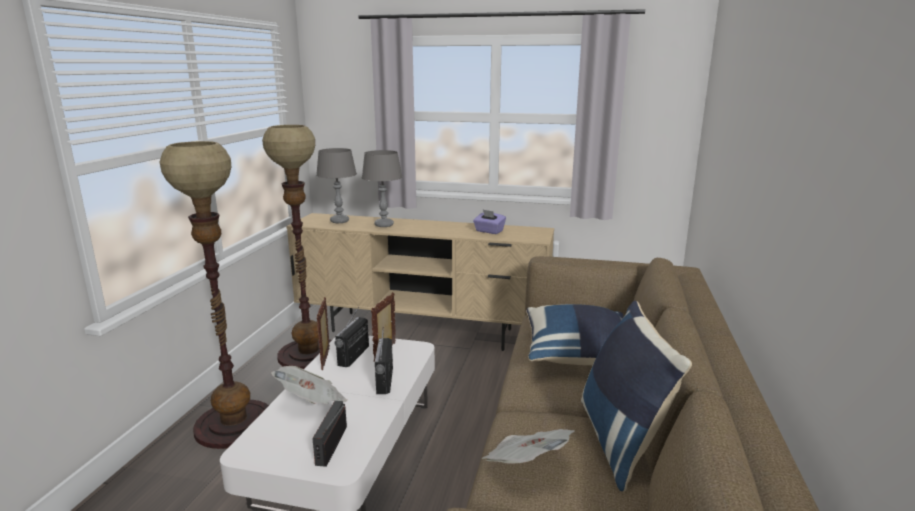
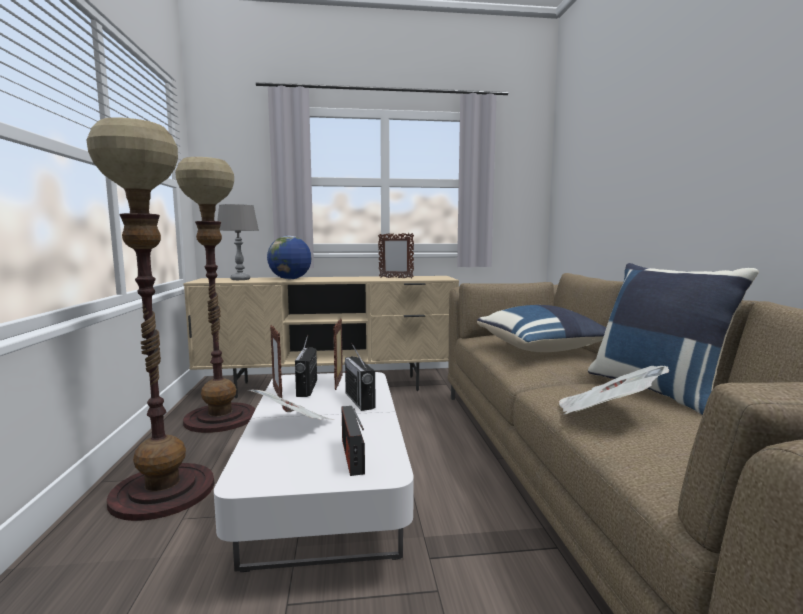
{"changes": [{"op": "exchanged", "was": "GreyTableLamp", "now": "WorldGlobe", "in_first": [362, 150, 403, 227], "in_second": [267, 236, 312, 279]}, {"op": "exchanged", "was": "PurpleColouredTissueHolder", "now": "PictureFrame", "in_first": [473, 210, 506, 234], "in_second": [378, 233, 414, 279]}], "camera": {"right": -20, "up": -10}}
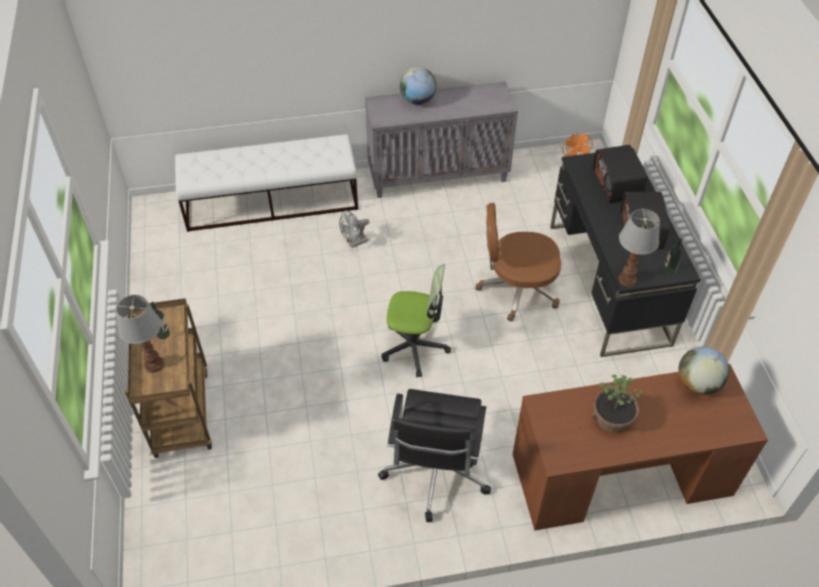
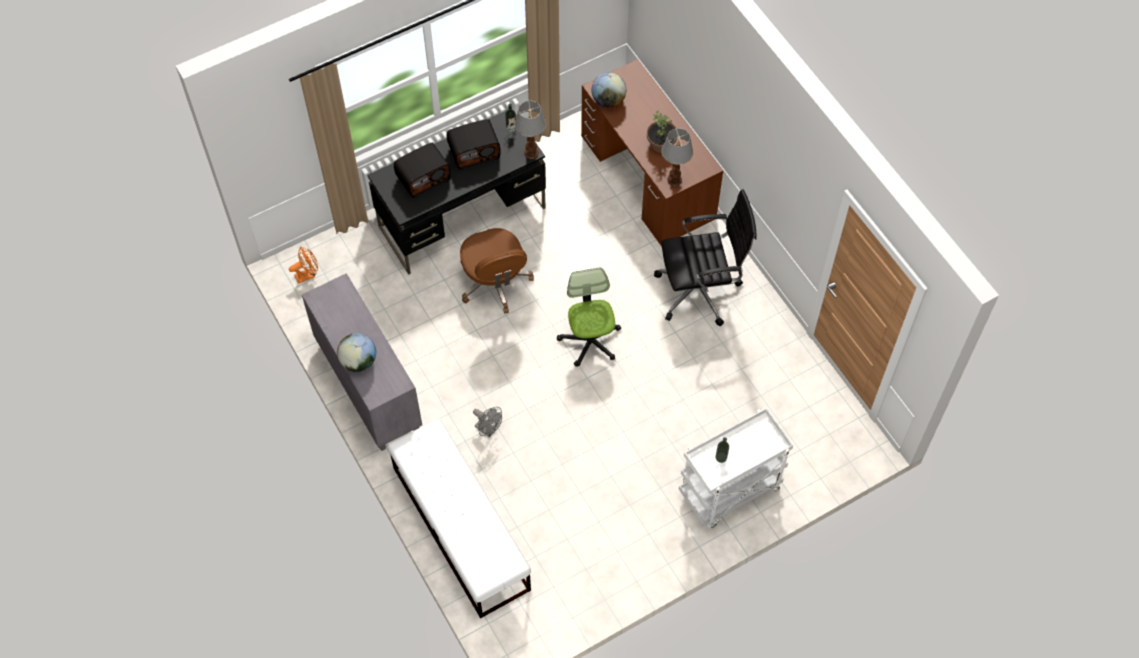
{"changes": [{"op": "relocated", "was": "TableLamp", "in_first": [116, 295, 164, 373], "in_second": [661, 128, 693, 186]}, {"op": "colour", "was": "BrownColouredWheeledCart", "now": "WhitishWheeledCart", "in_first": [125, 298, 212, 458], "in_second": [679, 408, 793, 528]}], "camera": {"right": -110, "up": 10}}
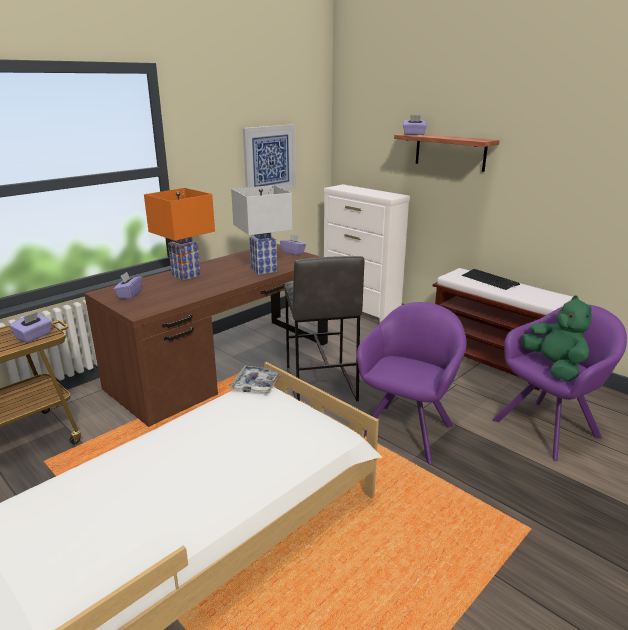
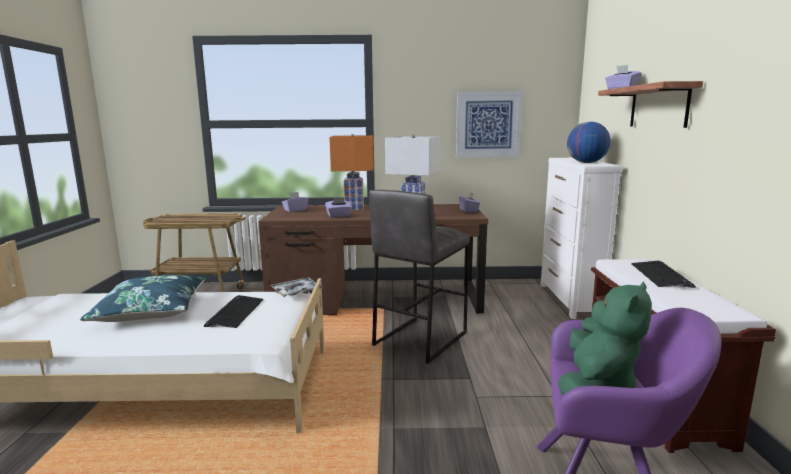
{"changes": [{"op": "missing", "was": "PurpleColouredEasyChair", "in_first": [357, 302, 467, 465]}, {"op": "appeared", "now": "BluePillow", "in_second": [80, 275, 205, 322]}, {"op": "appeared", "now": "PcKeyboard", "in_second": [204, 295, 264, 328]}, {"op": "appeared", "now": "WorldGlobe", "in_second": [567, 122, 611, 163]}, {"op": "relocated", "was": "PurpleColouredTissueHolder", "in_first": [10, 312, 52, 343], "in_second": [325, 197, 352, 218]}], "camera": {"right": 45, "up": -10}}
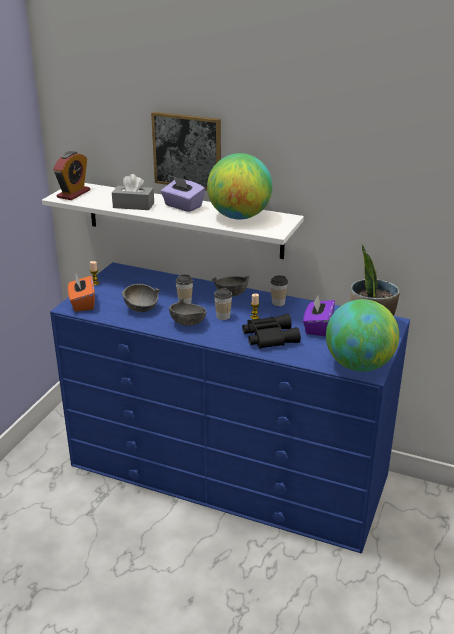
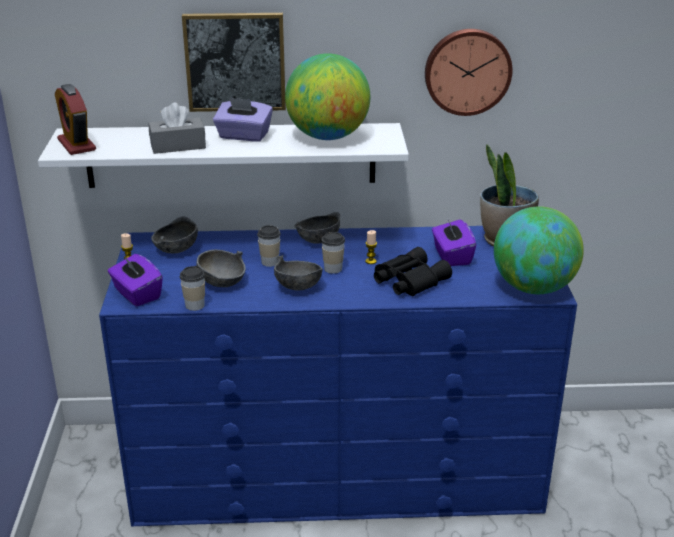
{"changes": [{"op": "appeared", "now": "GreyDeepDish", "in_second": [151, 216, 198, 253]}, {"op": "appeared", "now": "HangingClock", "in_second": [425, 29, 512, 116]}, {"op": "relocated", "was": "DrinkingCup", "in_first": [270, 275, 288, 306], "in_second": [180, 266, 205, 311]}, {"op": "colour", "was": "OrangeyTissueHolder", "now": "PurpleColouredTissueHolder", "in_first": [68, 274, 95, 312], "in_second": [108, 254, 163, 307]}, {"op": "spun", "was": "BedsideClock", "in_first": [53, 151, 90, 200], "in_second": [55, 84, 96, 155], "clockwise": 150}], "camera": {"right": -25, "up": 0}}
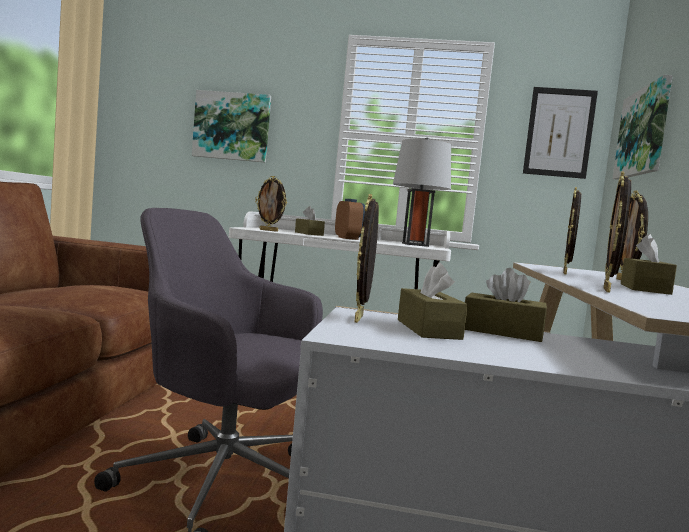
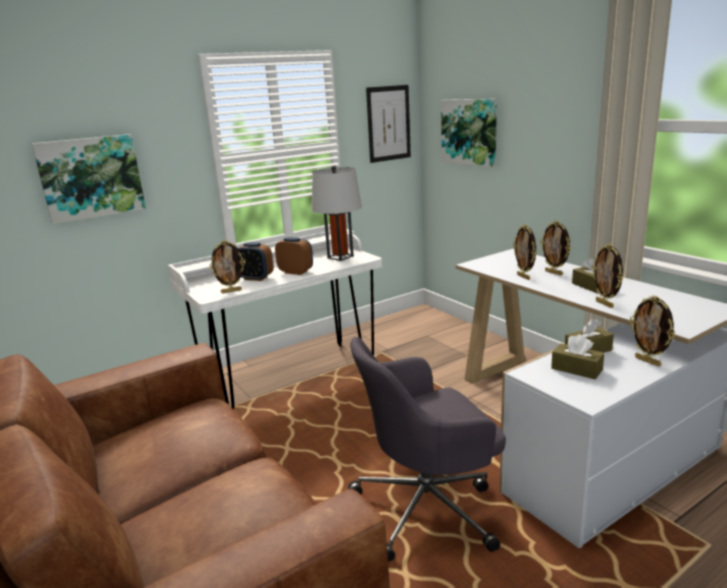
{"changes": [{"op": "relocated", "was": "PictureFrame", "in_first": [354, 194, 379, 323], "in_second": [630, 295, 675, 367]}, {"op": "exchanged", "was": "BrownColouredTissueHolder", "now": "BedsideClock", "in_first": [295, 206, 325, 236], "in_second": [238, 242, 274, 281]}], "camera": {"right": -40, "up": 15}}
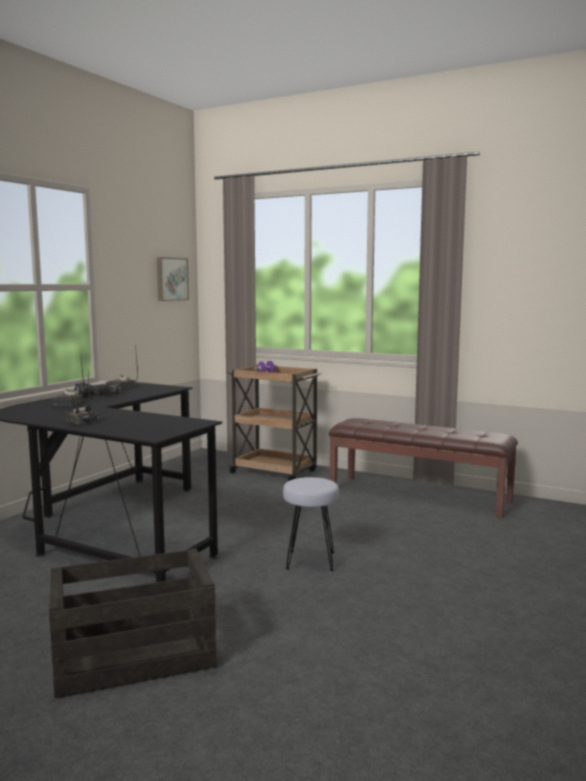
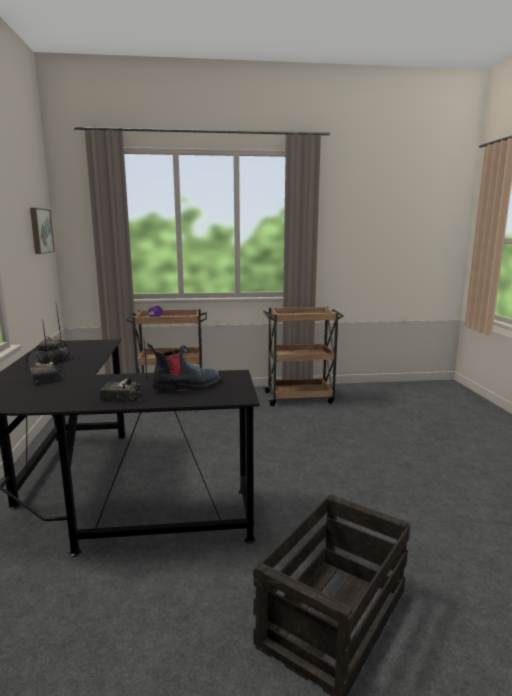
{"changes": [{"op": "missing", "was": "GreyStoolSeat", "in_first": [283, 477, 339, 571]}, {"op": "appeared", "now": "Boot", "in_second": [147, 343, 220, 391]}, {"op": "exchanged", "was": "BrownColouredLongSeat", "now": "BrownColouredWheeledCart", "in_first": [329, 418, 518, 519], "in_second": [263, 307, 344, 406]}], "camera": {"right": -35, "up": 5}}
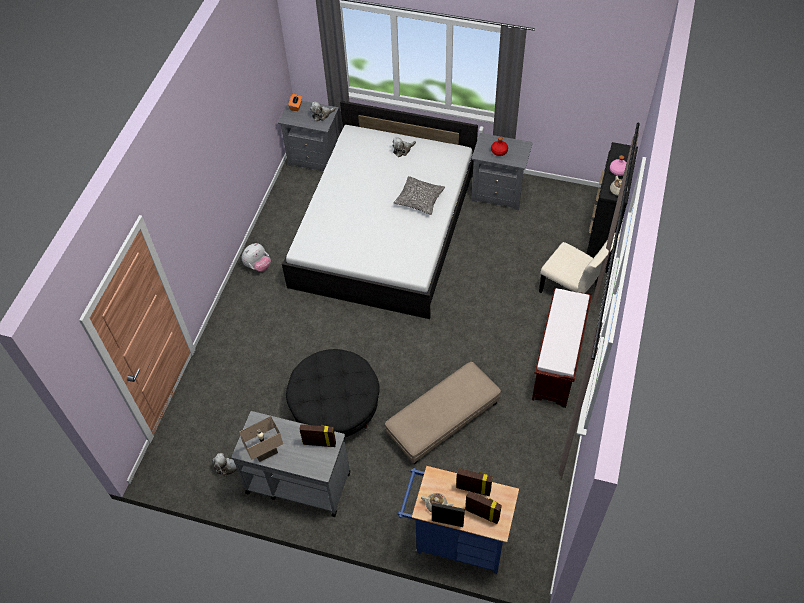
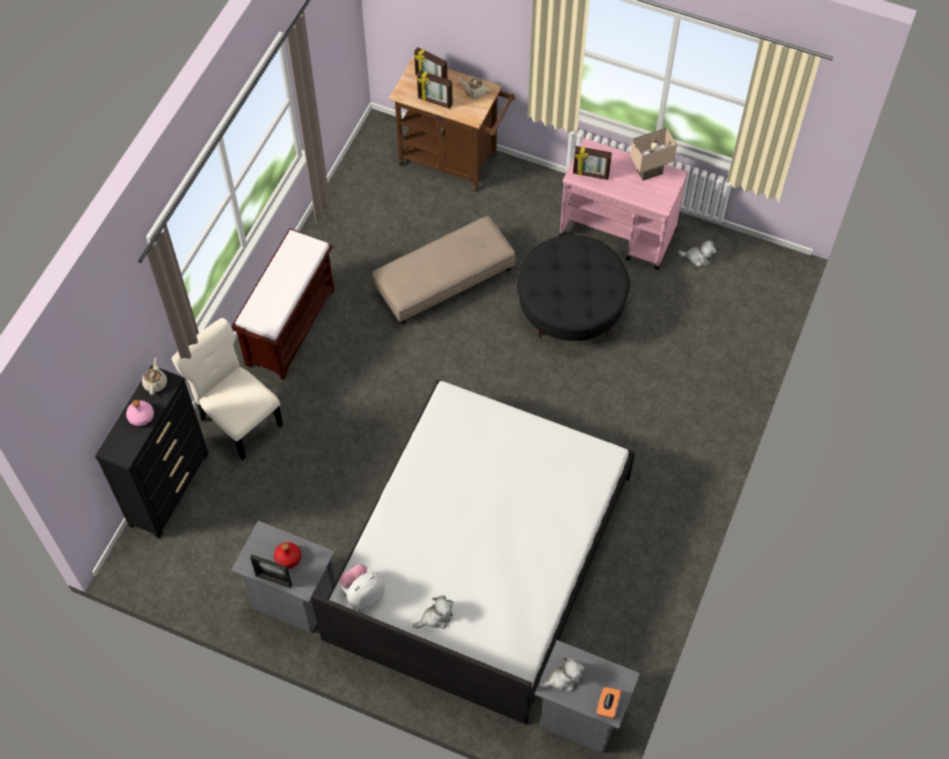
{"changes": [{"op": "missing", "was": "Pillow", "in_first": [394, 176, 445, 215]}, {"op": "relocated", "was": "CuddlyToy", "in_first": [242, 243, 271, 272], "in_second": [339, 564, 385, 609]}, {"op": "relocated", "was": "PictureFrame", "in_first": [432, 502, 465, 527], "in_second": [250, 554, 292, 588]}, {"op": "colour", "was": "GreyWheeledCart", "now": "PinkishWheeledCart", "in_first": [231, 411, 351, 517], "in_second": [559, 138, 688, 270]}, {"op": "colour", "was": "BlueWheeledCart", "now": "BrownColouredWheeledCart", "in_first": [398, 466, 519, 574], "in_second": [389, 57, 515, 191]}], "camera": {"right": -175, "up": 5}}
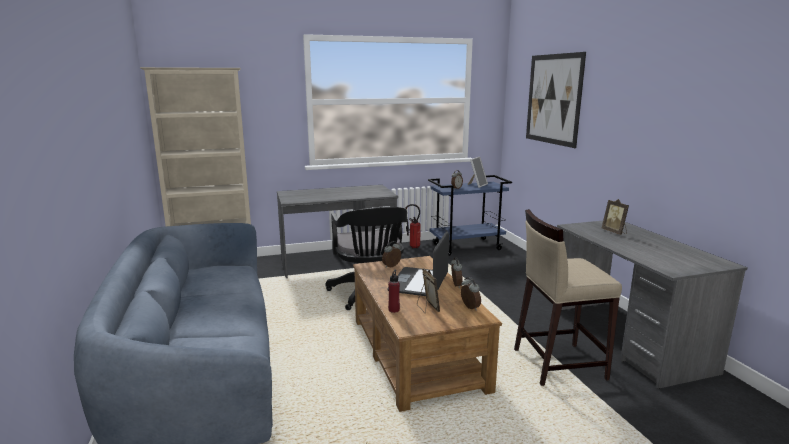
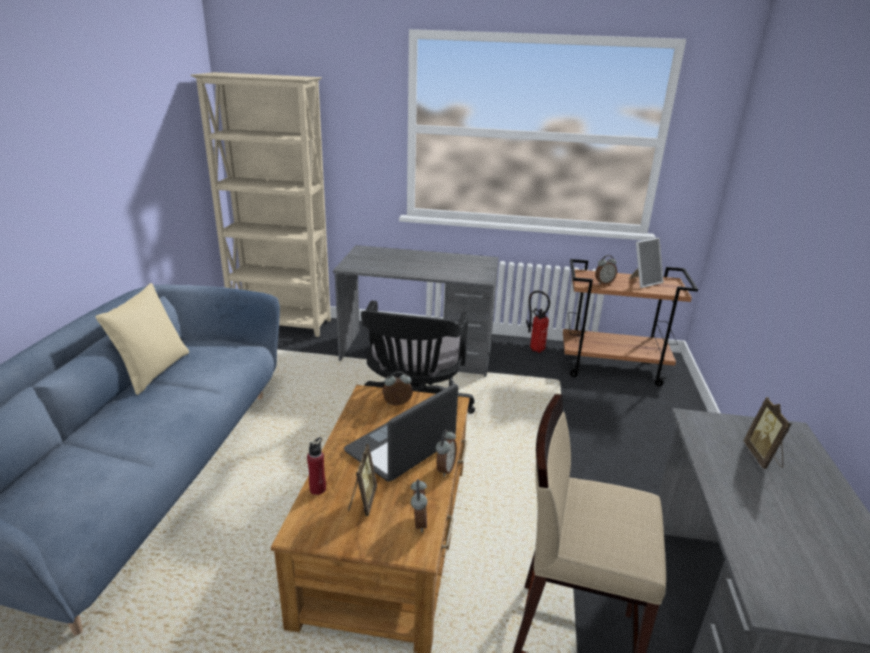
{"changes": [{"op": "missing", "was": "Picture", "in_first": [526, 52, 586, 148]}, {"op": "appeared", "now": "SandColouredPillow", "in_second": [95, 283, 189, 395]}, {"op": "colour", "was": "BlueWheeledCart", "now": "BrownColouredWheeledCart", "in_first": [428, 175, 512, 256], "in_second": [563, 259, 698, 386]}], "camera": {"right": 25, "up": 10}}
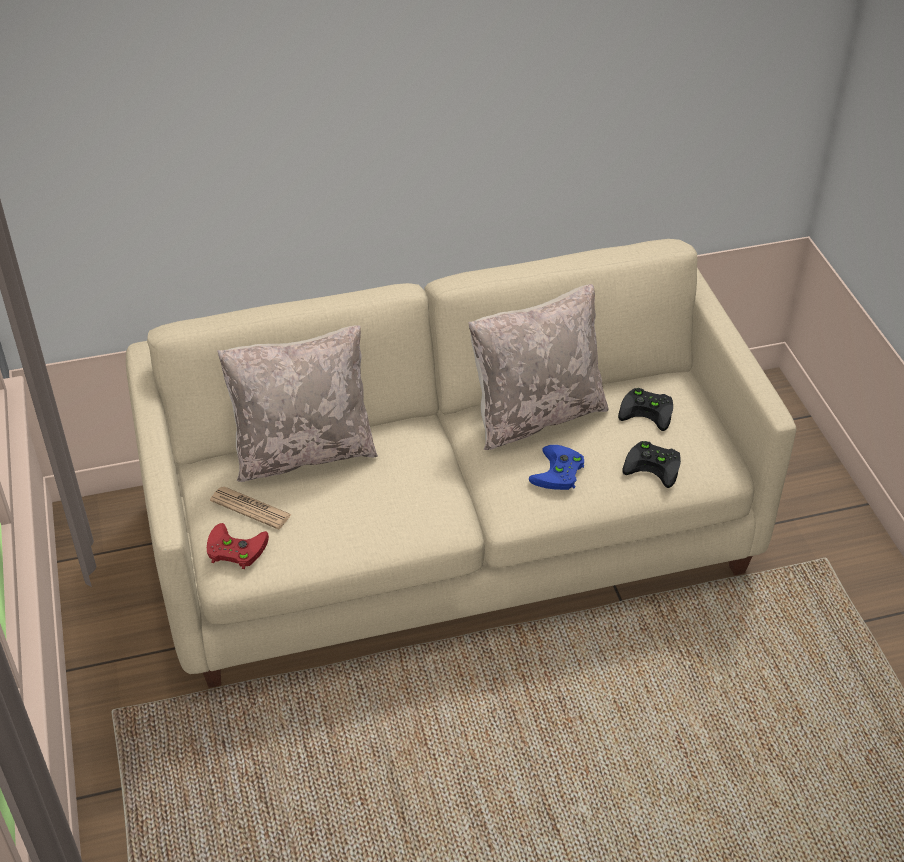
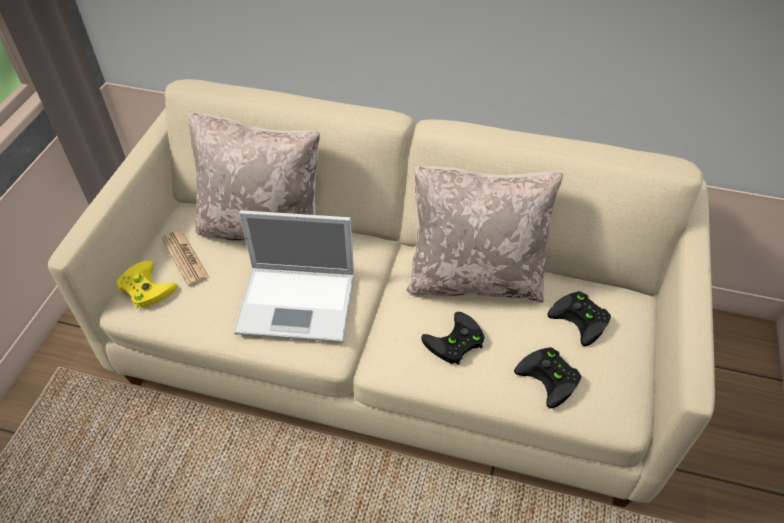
{"changes": [{"op": "appeared", "now": "PortableComputer", "in_second": [234, 210, 354, 342]}, {"op": "colour", "was": "ReddishJoypad", "now": "YellowJoypad", "in_first": [207, 523, 269, 569], "in_second": [116, 261, 177, 308]}, {"op": "colour", "was": "BlueJoypad", "now": "BlackJoypad", "in_first": [529, 445, 585, 490], "in_second": [421, 312, 485, 365]}], "camera": {"right": 30, "up": 5}}
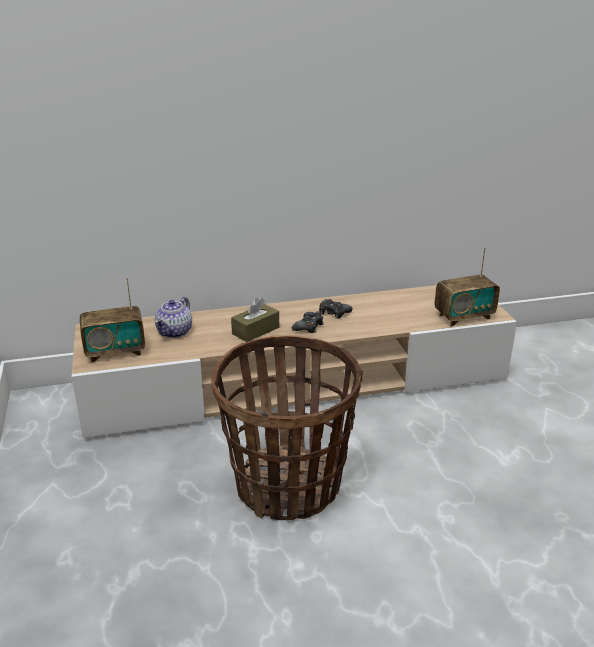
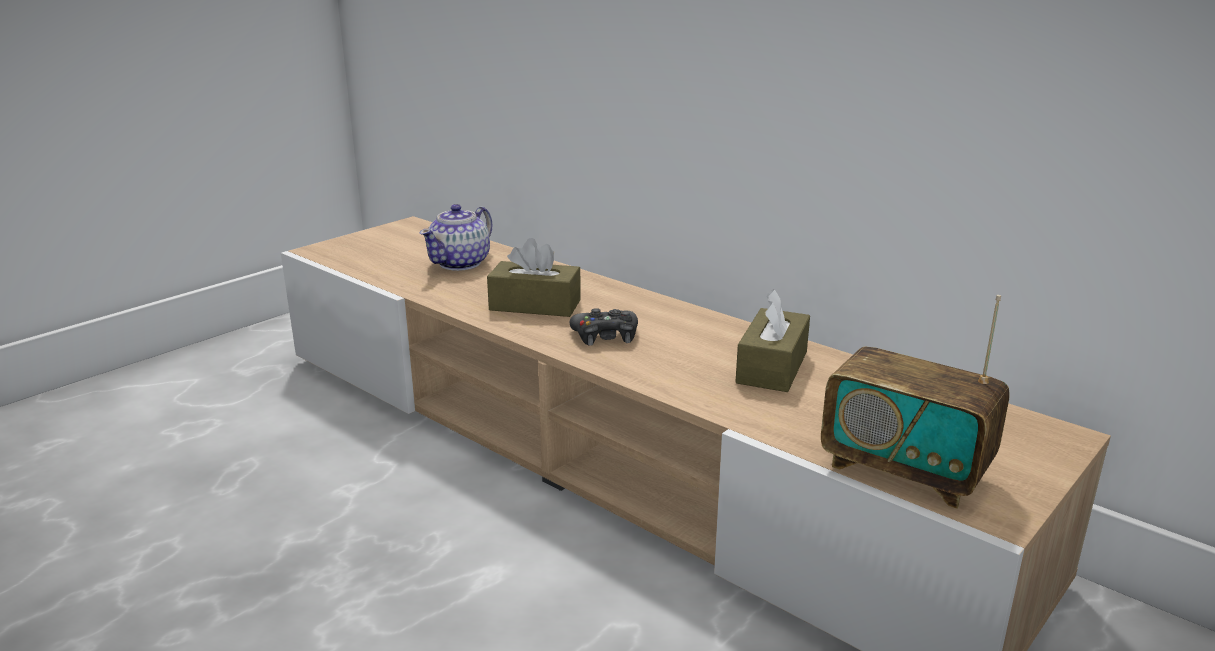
{"changes": [{"op": "missing", "was": "RadioReceiver", "in_first": [80, 277, 145, 362]}, {"op": "missing", "was": "StorageBasket", "in_first": [211, 335, 363, 520]}, {"op": "missing", "was": "BlackJoypad", "in_first": [319, 299, 353, 319]}, {"op": "appeared", "now": "BrownColouredTissueHolder", "in_second": [736, 289, 810, 392]}, {"op": "spun", "was": "PotForTea", "in_first": [155, 297, 192, 338], "in_second": [420, 204, 493, 271], "clockwise": -45}], "camera": {"right": 55, "up": -5}}
